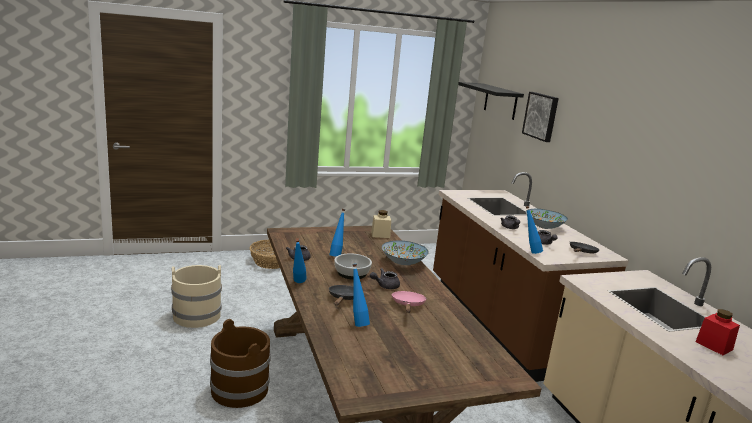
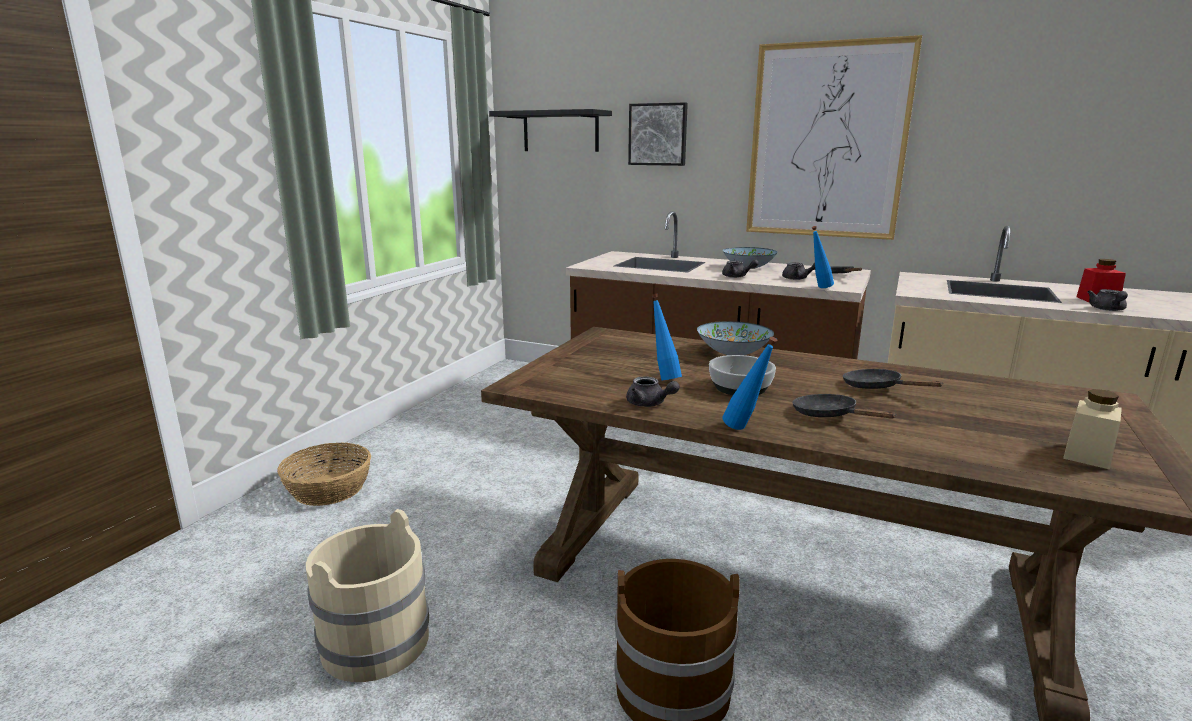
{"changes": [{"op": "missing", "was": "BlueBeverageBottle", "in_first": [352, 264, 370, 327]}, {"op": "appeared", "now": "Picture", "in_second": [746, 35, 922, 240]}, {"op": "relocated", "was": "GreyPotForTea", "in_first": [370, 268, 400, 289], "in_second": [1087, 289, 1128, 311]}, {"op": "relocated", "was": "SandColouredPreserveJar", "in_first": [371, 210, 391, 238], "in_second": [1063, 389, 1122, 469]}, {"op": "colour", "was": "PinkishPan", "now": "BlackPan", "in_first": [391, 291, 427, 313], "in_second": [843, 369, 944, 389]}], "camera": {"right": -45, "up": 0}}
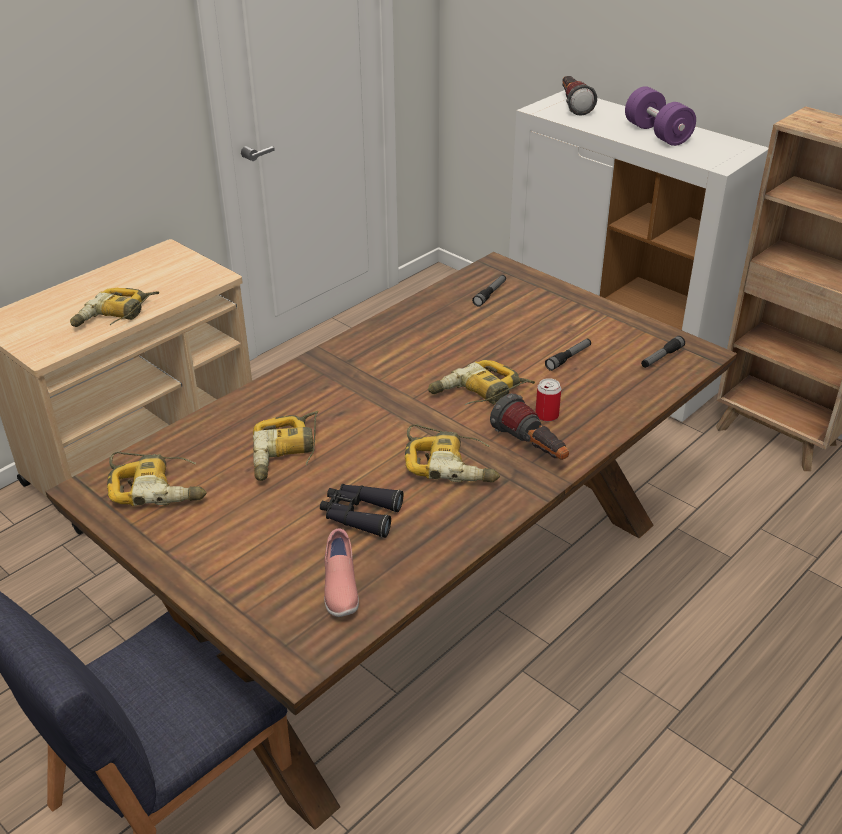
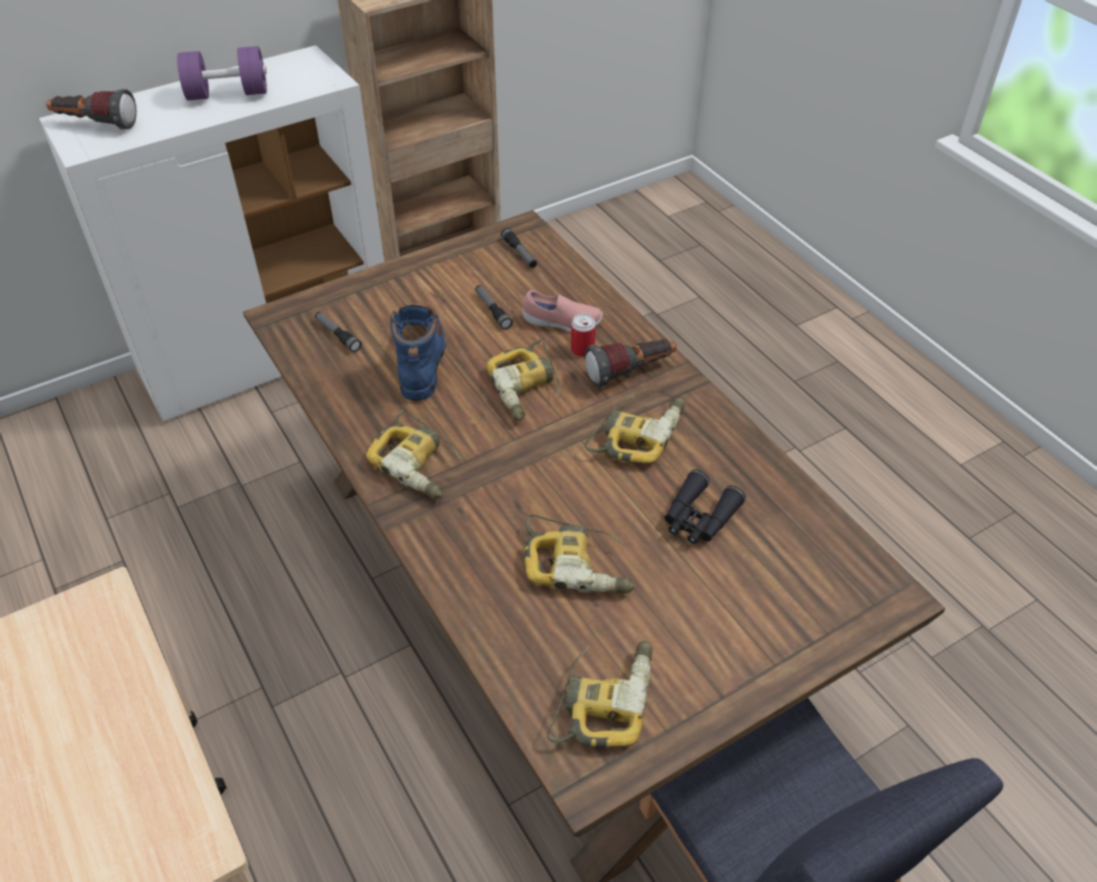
{"changes": [{"op": "appeared", "now": "BlueBoot", "in_second": [389, 303, 446, 401]}, {"op": "relocated", "was": "Drill", "in_first": [70, 288, 159, 327], "in_second": [366, 409, 461, 499]}, {"op": "relocated", "was": "PinkishShoe", "in_first": [324, 528, 359, 617], "in_second": [523, 290, 603, 332]}], "camera": {"right": -75, "up": 10}}
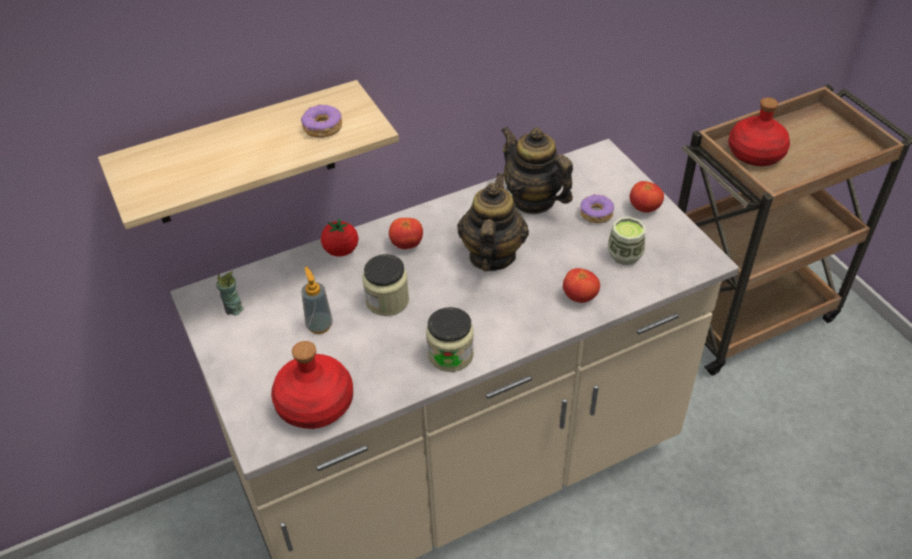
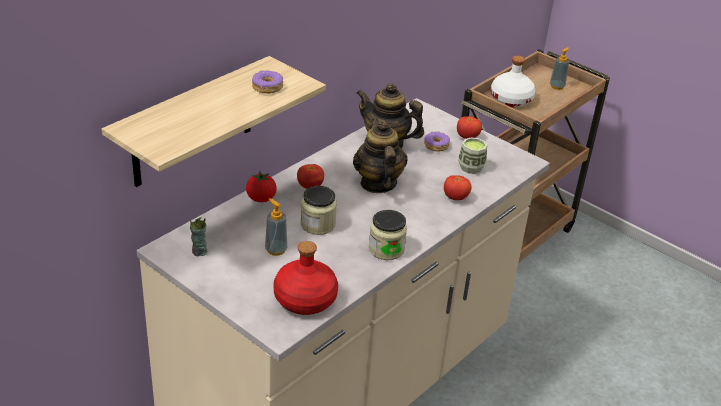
{"changes": [{"op": "appeared", "now": "LiquidSoapBottle", "in_second": [550, 47, 569, 90]}, {"op": "colour", "was": "ReddishBeverageBottle", "now": "WhitishBeverageBottle", "in_first": [728, 97, 790, 166], "in_second": [491, 56, 535, 107]}], "camera": {"right": -25, "up": -10}}
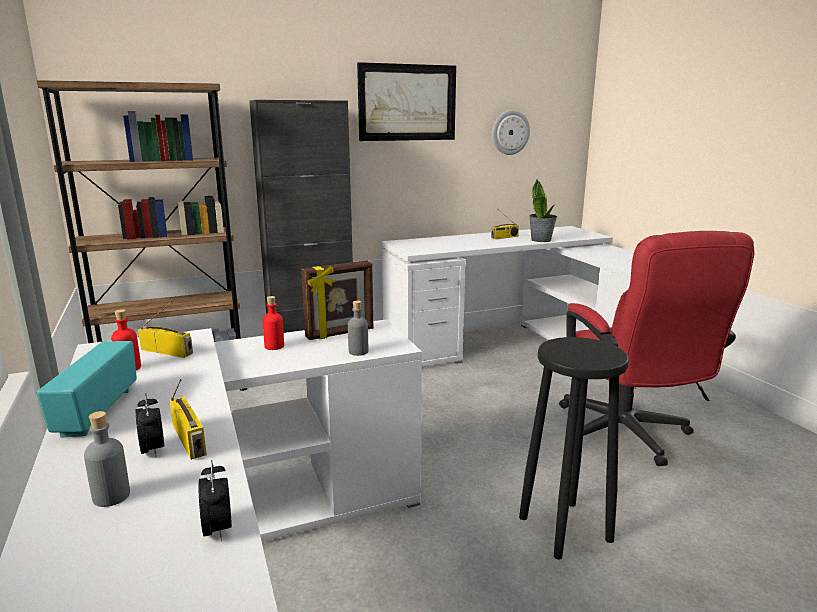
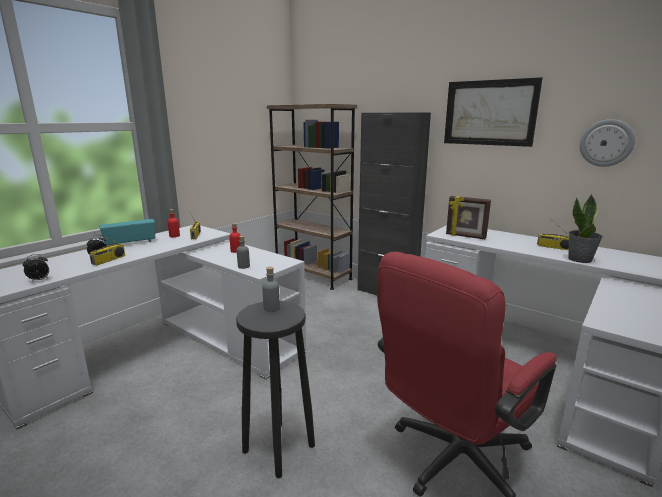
{"changes": [{"op": "relocated", "was": "GreyBeverageBottle", "in_first": [84, 411, 130, 507], "in_second": [262, 267, 280, 312]}, {"op": "relocated", "was": "PictureFrame", "in_first": [301, 260, 373, 340], "in_second": [446, 196, 491, 239]}], "camera": {"right": 60, "up": 0}}
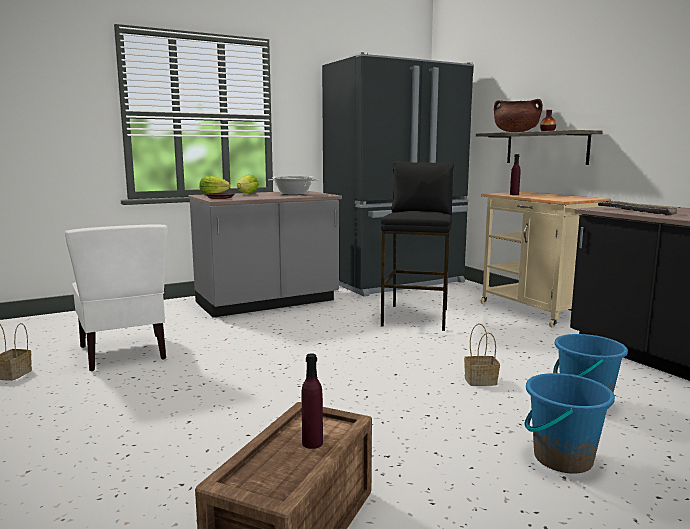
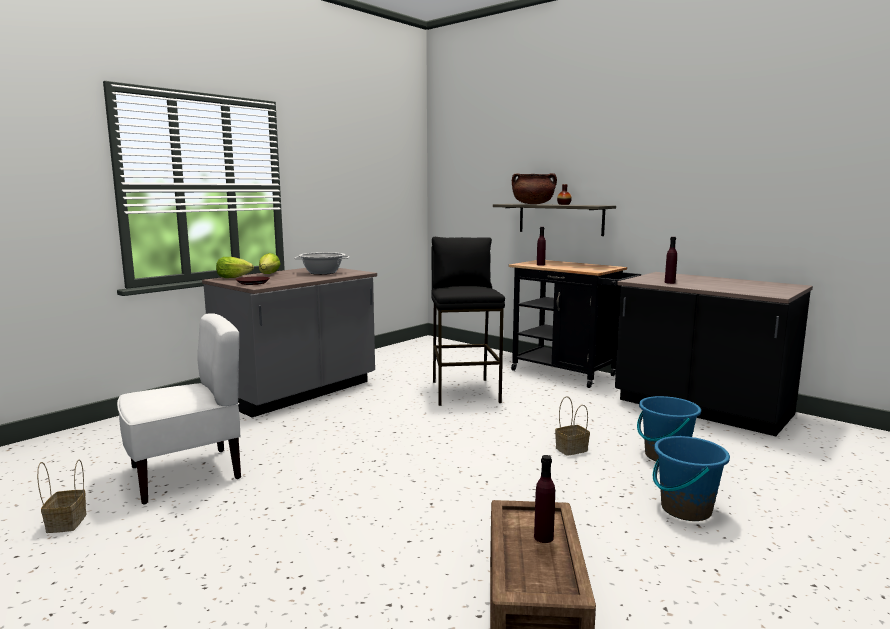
{"changes": [{"op": "missing", "was": "BlackKitchenFridge", "in_first": [322, 52, 474, 297]}, {"op": "exchanged", "was": "ServingTray", "now": "PurpleColouredBeverageBottle", "in_first": [596, 200, 681, 216], "in_second": [665, 237, 677, 284]}, {"op": "colour", "was": "SandColouredWheeledCart", "now": "BlackWheeledCart", "in_first": [481, 192, 611, 328], "in_second": [509, 260, 641, 388]}, {"op": "spun", "was": "WhitishPlainChair", "in_first": [65, 225, 168, 371], "in_second": [117, 313, 241, 504], "clockwise": -75}], "camera": {"right": -20, "up": 0}}
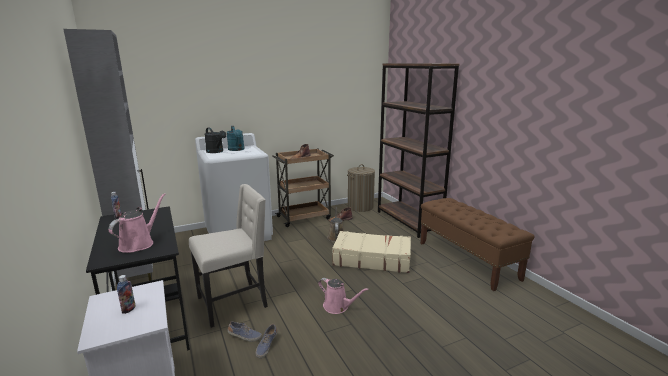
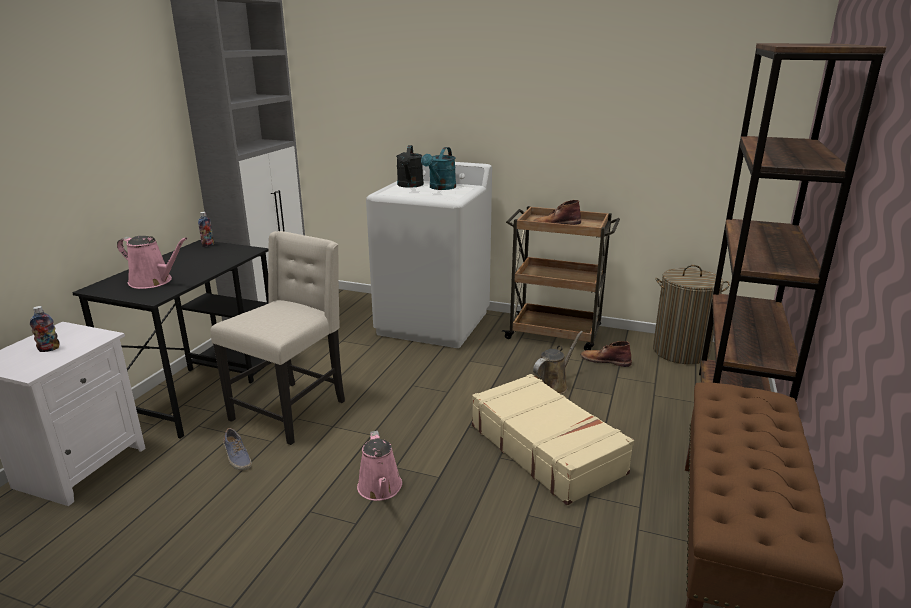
{"changes": [{"op": "missing", "was": "Shoe", "in_first": [256, 324, 278, 358]}, {"op": "spun", "was": "PinkishWateringPot", "in_first": [109, 193, 166, 253], "in_second": [117, 236, 188, 289], "clockwise": 45}, {"op": "spun", "was": "SandColouredPlainChair", "in_first": [189, 184, 268, 328], "in_second": [210, 231, 345, 445], "clockwise": -75}], "camera": {"right": 45, "up": 5}}
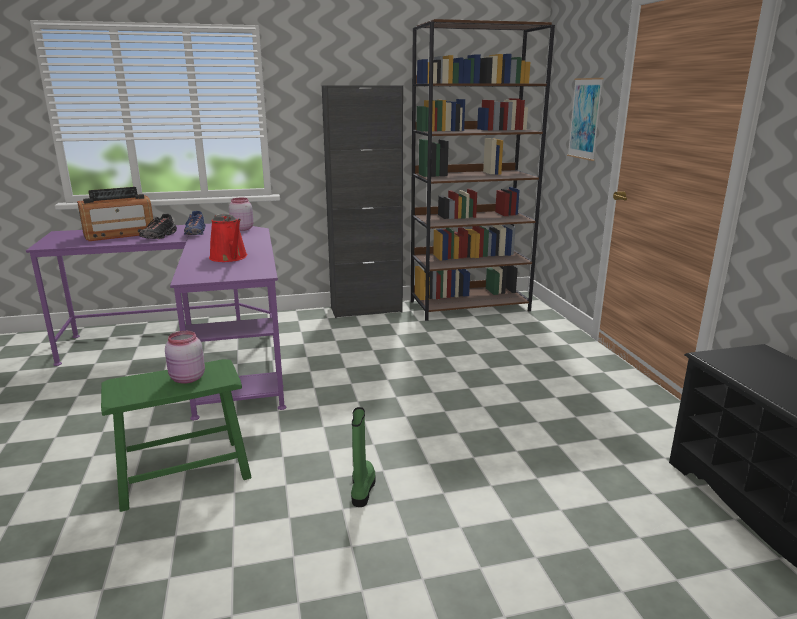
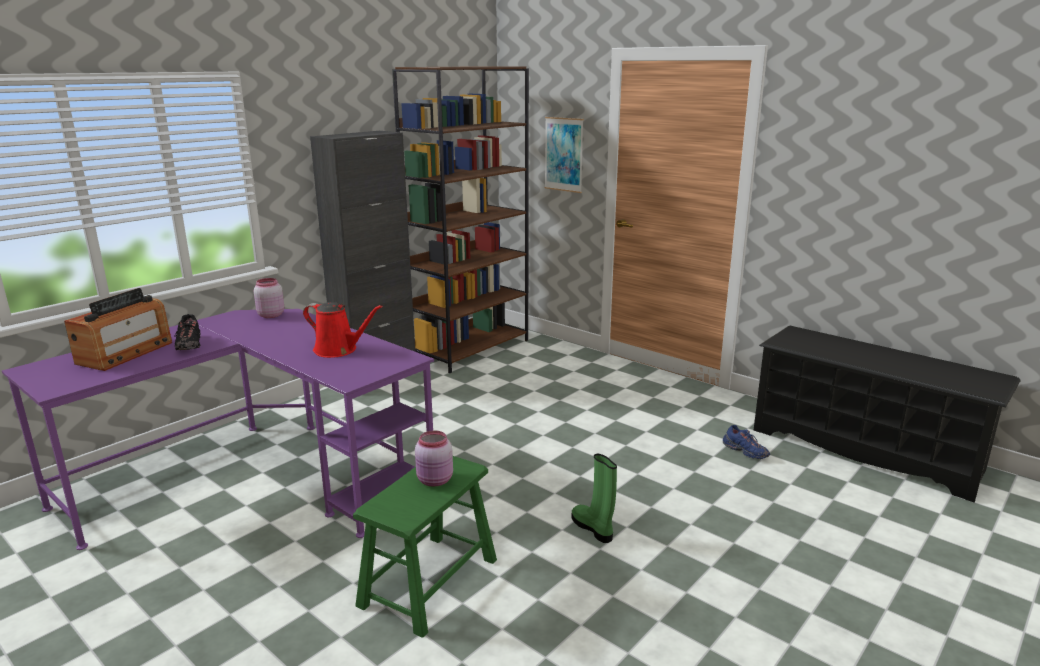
{"changes": [{"op": "relocated", "was": "BlueShoe", "in_first": [184, 211, 206, 235], "in_second": [723, 425, 770, 459]}], "camera": {"right": -35, "up": 0}}
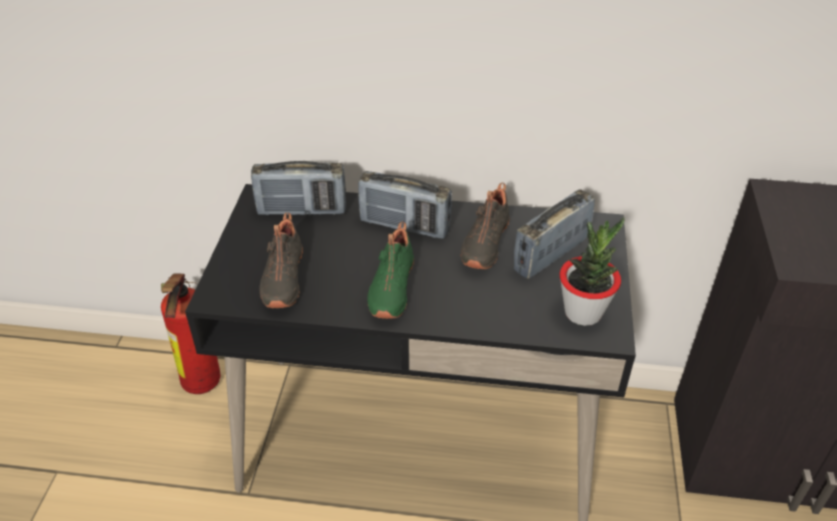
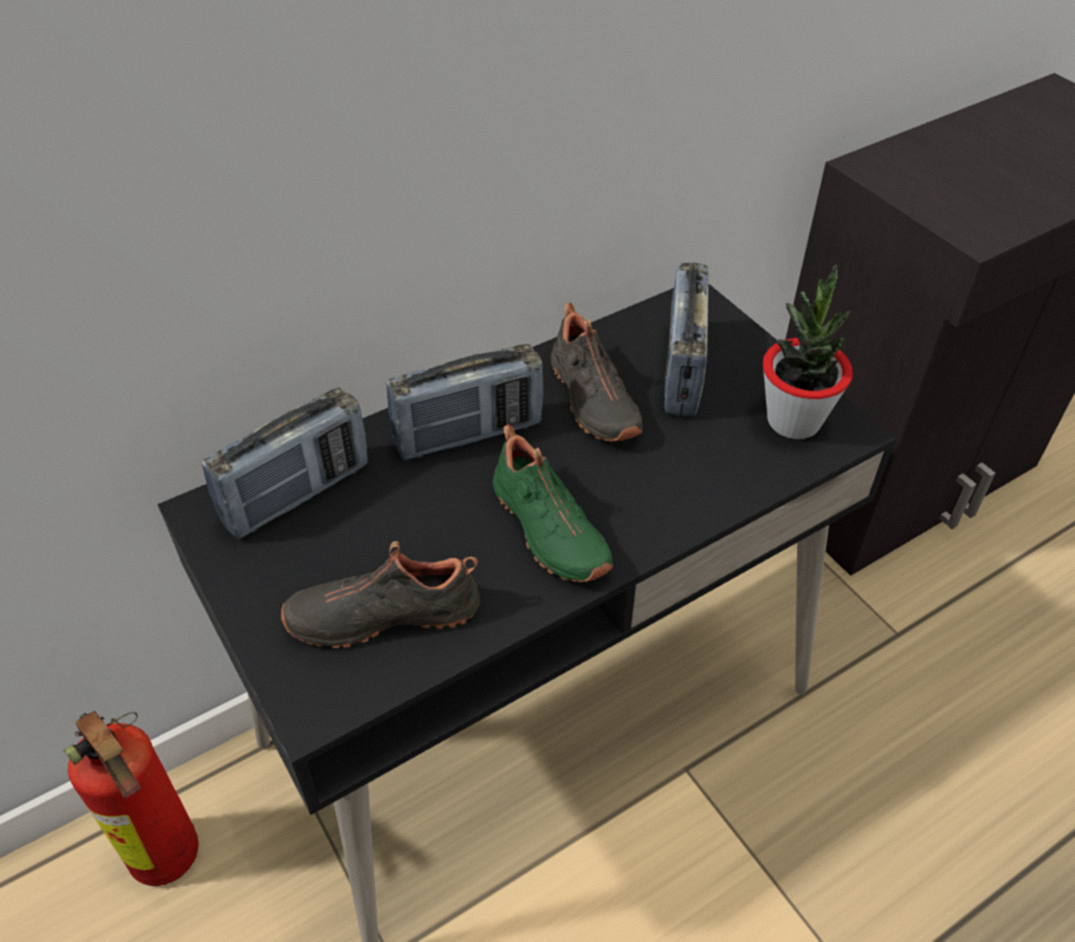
{"changes": [{"op": "spun", "was": "BlackShoe", "in_first": [260, 212, 303, 308], "in_second": [281, 541, 480, 648], "clockwise": 120}], "camera": {"right": -40, "up": 5}}
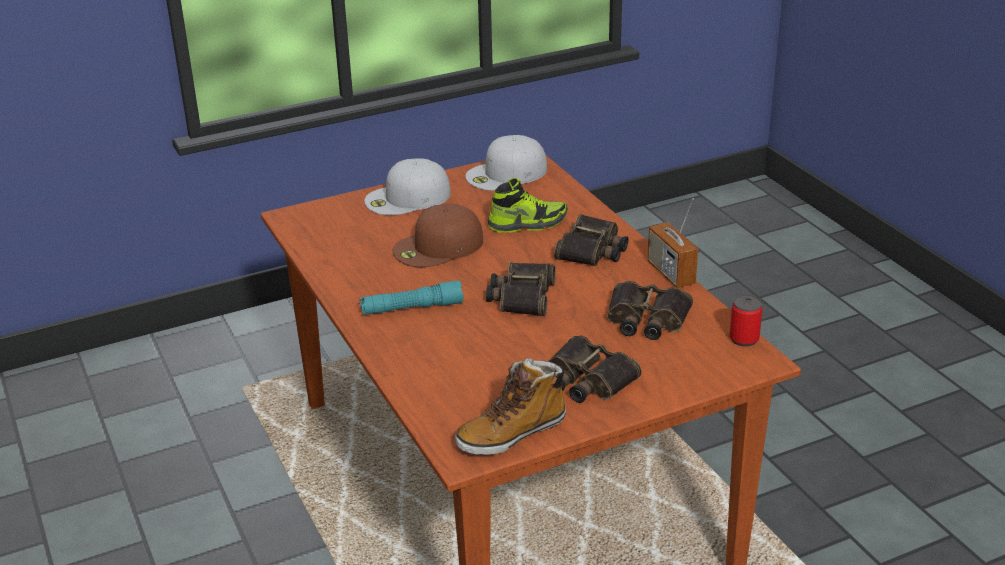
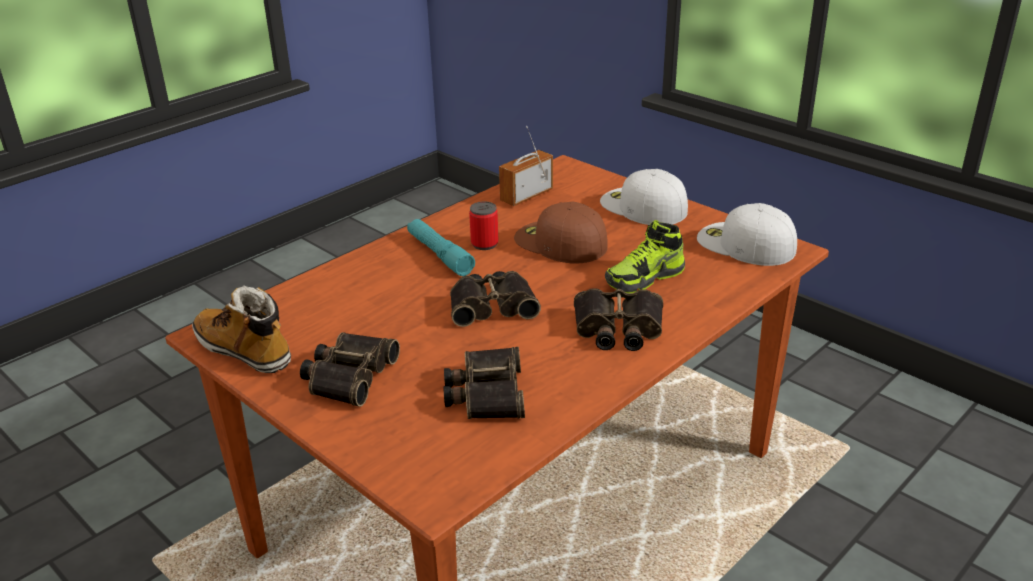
{"changes": [{"op": "relocated", "was": "RadioReceiver", "in_first": [648, 198, 698, 288], "in_second": [499, 126, 553, 206]}, {"op": "relocated", "was": "Can", "in_first": [730, 295, 763, 347], "in_second": [469, 202, 498, 250]}, {"op": "spun", "was": "Shoe", "in_first": [488, 178, 568, 233], "in_second": [605, 220, 685, 293], "clockwise": 90}], "camera": {"right": 70, "up": 0}}
